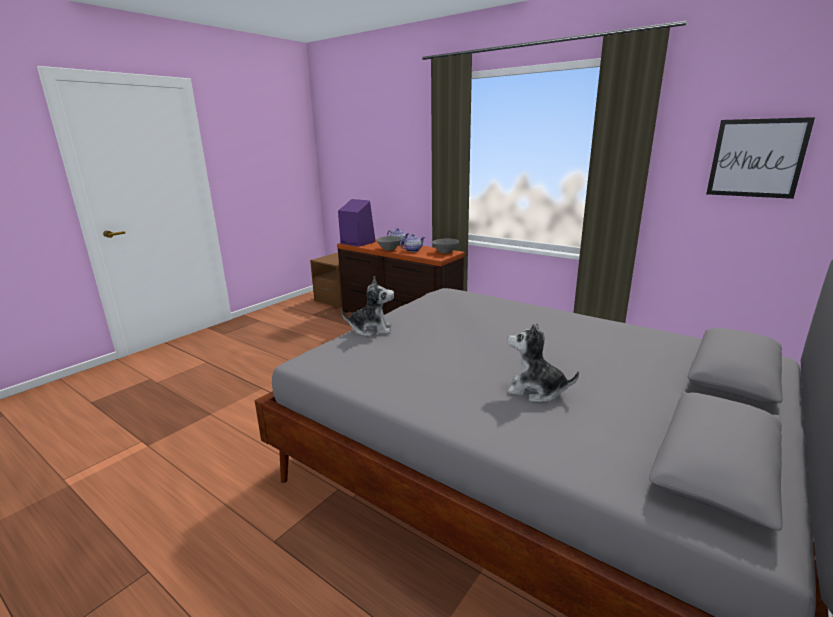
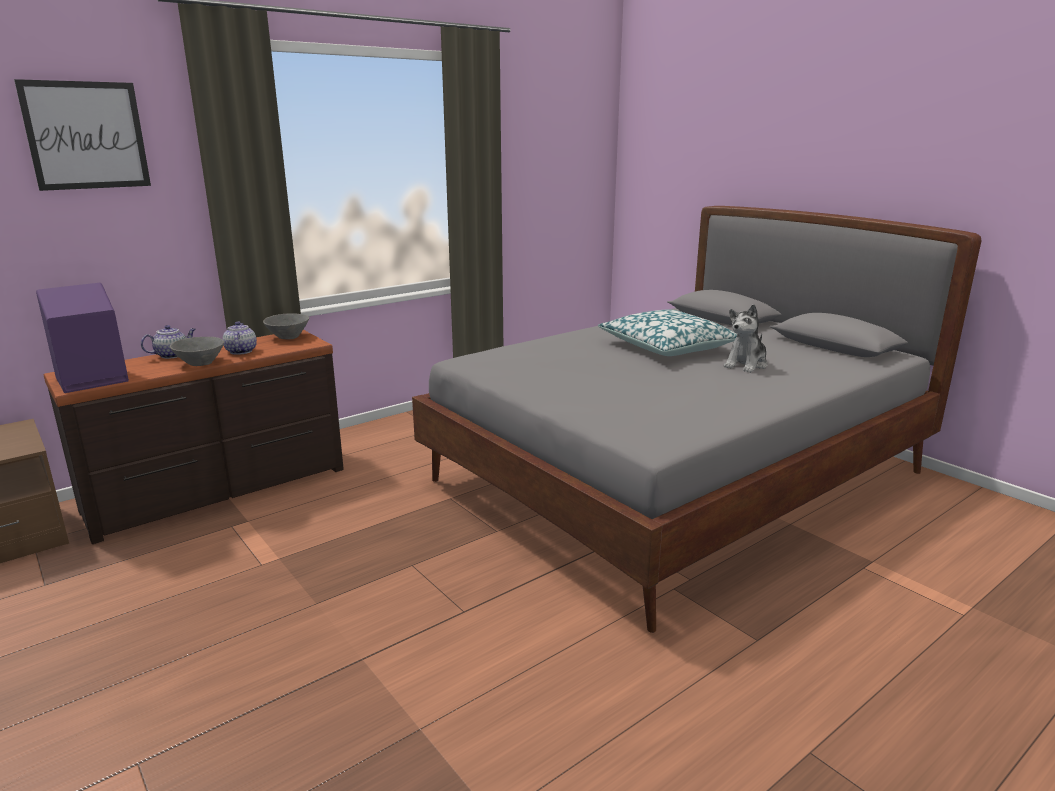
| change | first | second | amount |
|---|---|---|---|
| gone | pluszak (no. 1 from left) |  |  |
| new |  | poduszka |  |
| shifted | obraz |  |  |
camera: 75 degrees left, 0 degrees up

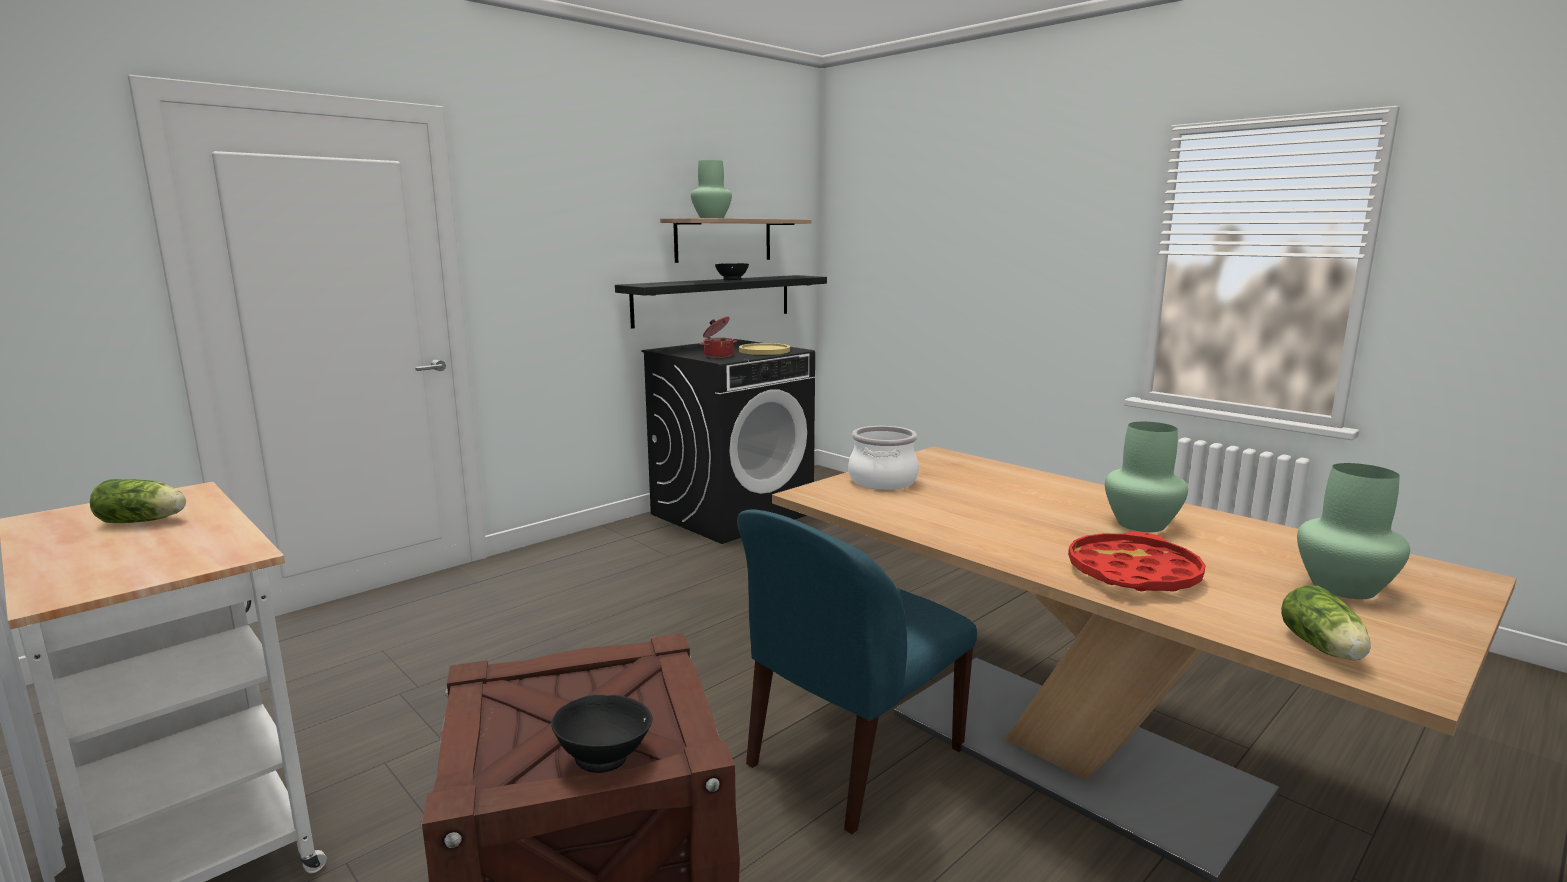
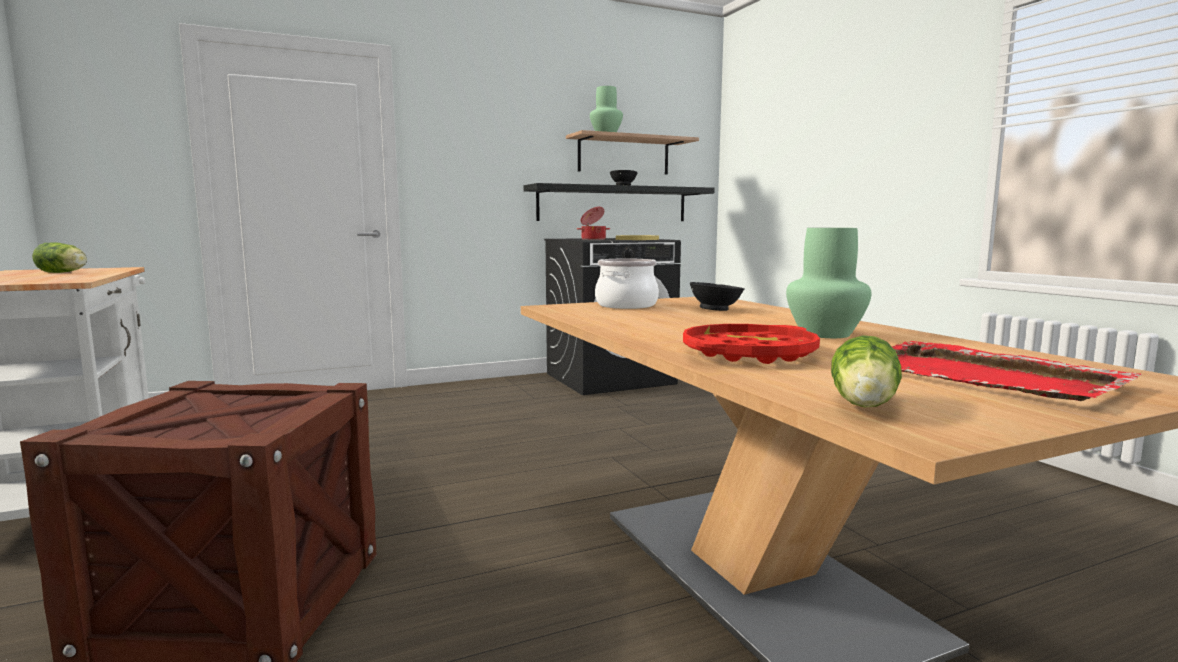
| change | first | second | amount |
|---|---|---|---|
| gone | krzesło (niebieski) |  |  |
| shifted | miska (czarny) (no. 1 from left in the first image) | miska (czarny) (no. 2 from left) |  |
| swapped | wazon (zielony) (no. 3 from left) | taca (czerwony) (no. 2 from left) |  |
camera: 20 degrees right, 5 degrees down

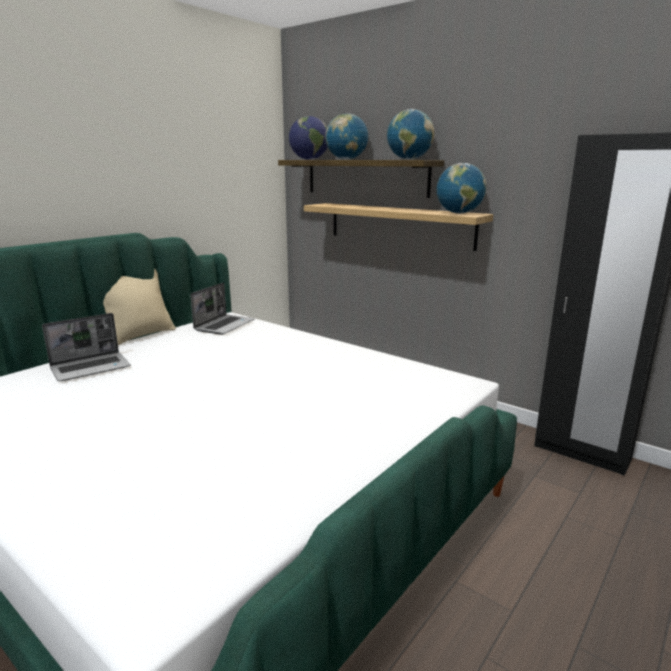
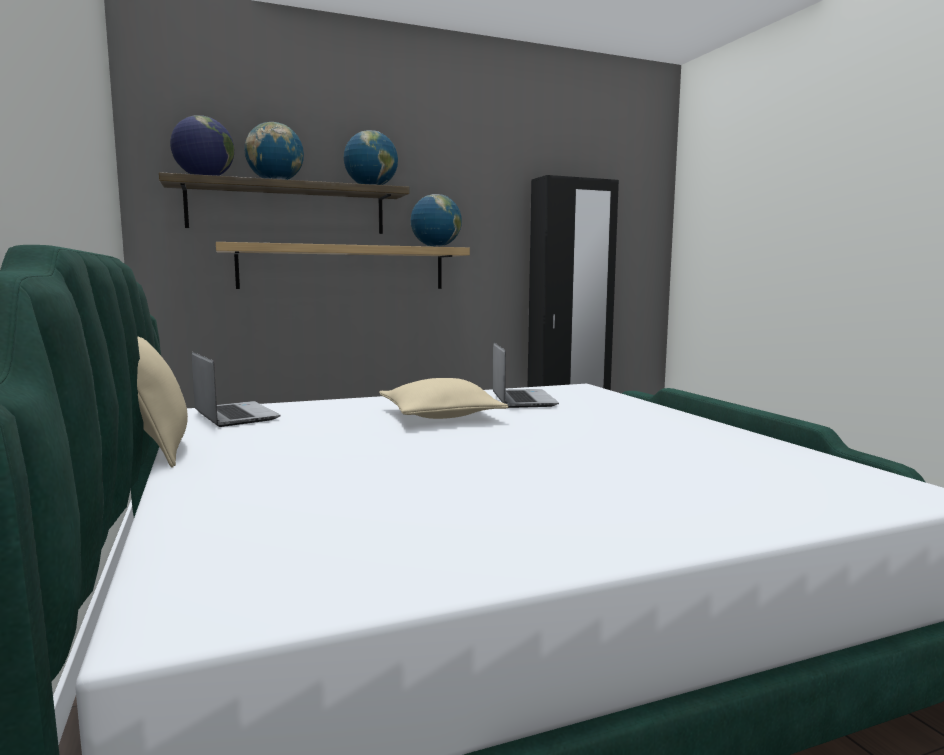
| change | first | second | amount |
|---|---|---|---|
| new |  | poduszka (beżowy) (no. 2 from left) |  |
| shifted | laptop (no. 1 from left in the first image) | laptop (no. 2 from left) |  |
camera: 60 degrees left, 10 degrees down

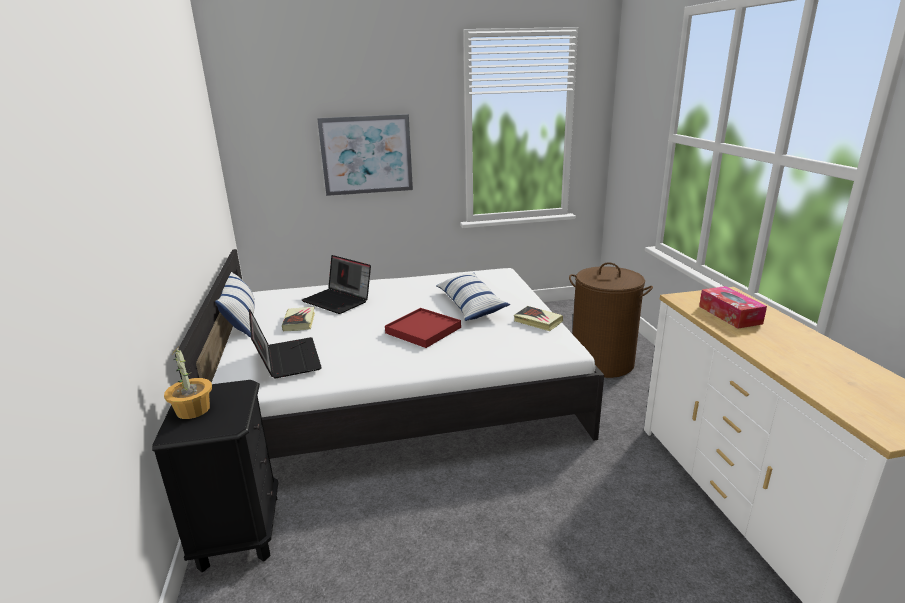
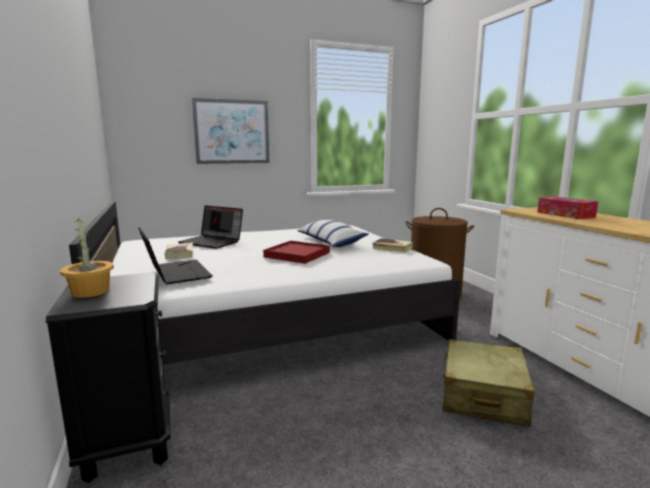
| change | first | second | amount |
|---|---|---|---|
| gone | poduszka (no. 1 from left) |  |  |
| new |  | walizka (beżowy) |  |
camera: 10 degrees left, 10 degrees down

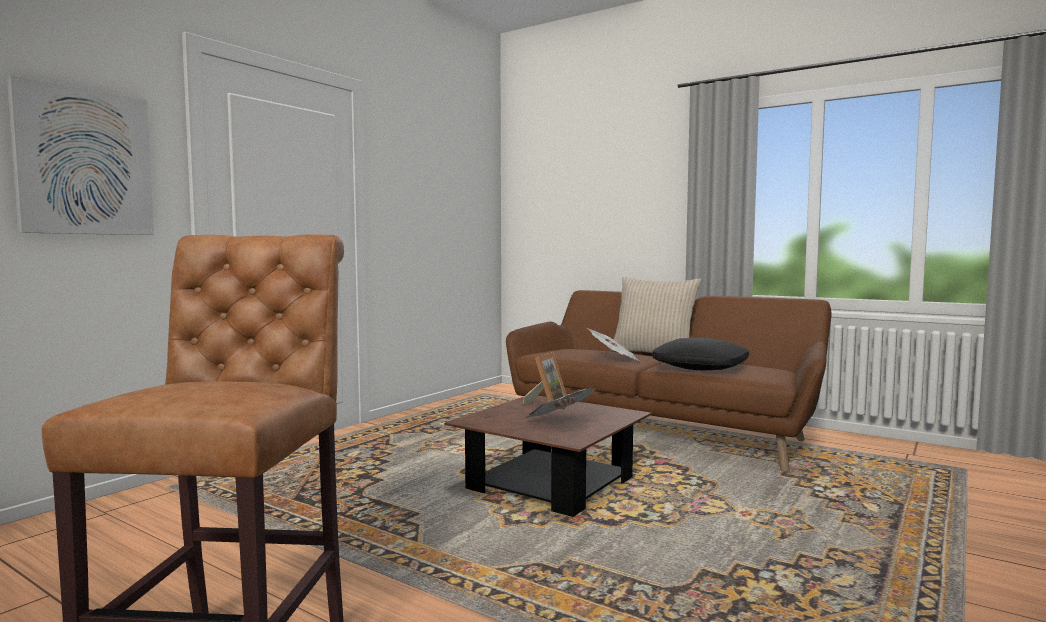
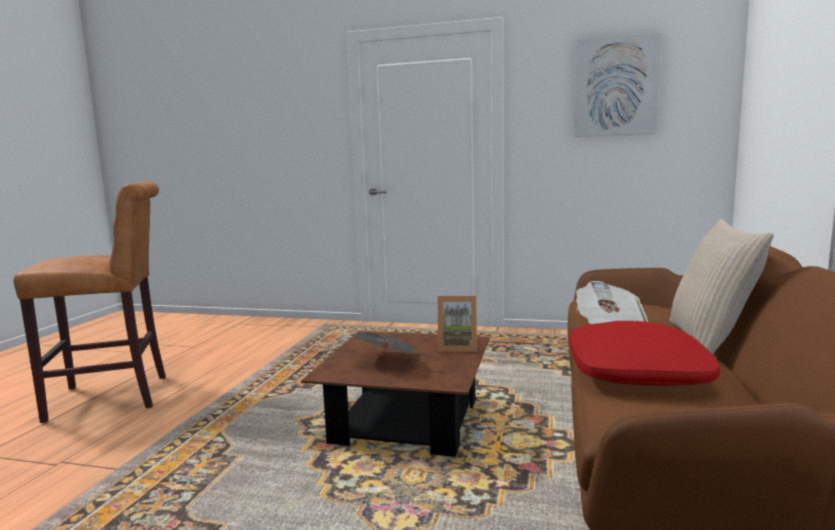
| change | first | second | amount |
|---|---|---|---|
| shifted | obraz |  |  |
| repainted | poduszka (czarny) | poduszka (czerwony) |  |
camera: 70 degrees right, 5 degrees up

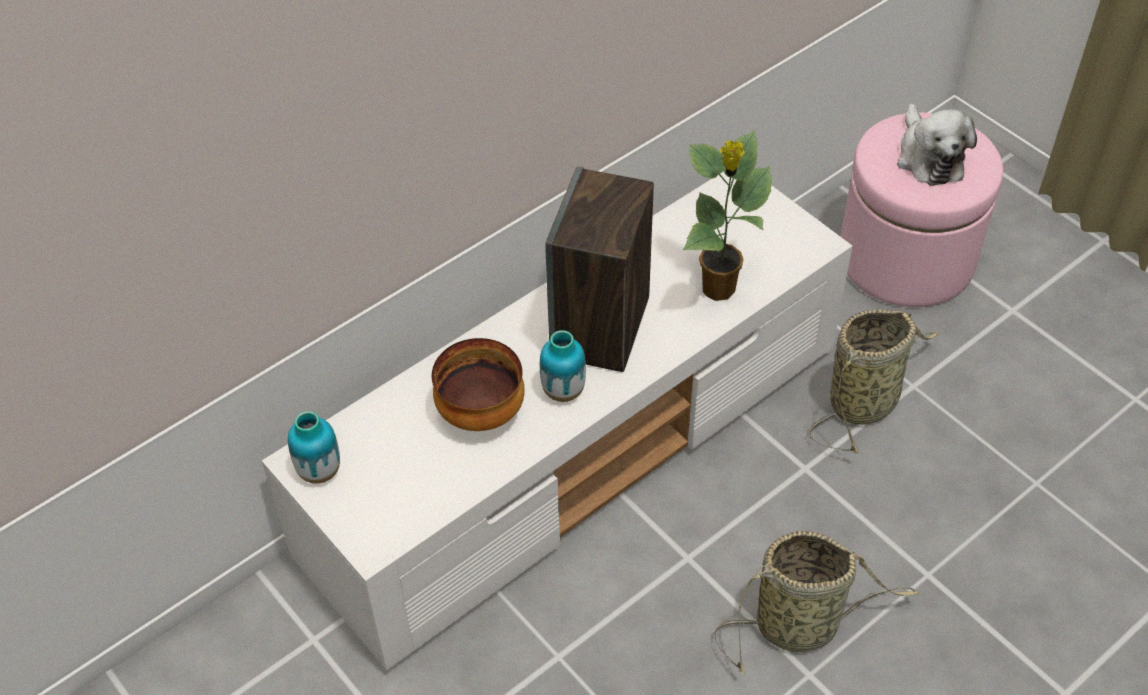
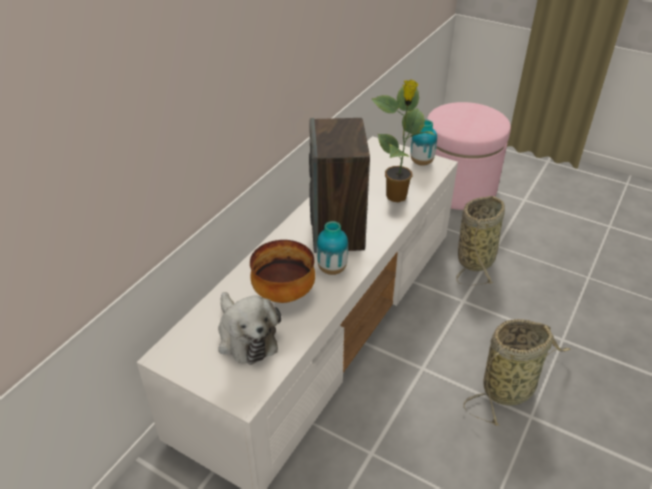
| change | first | second | amount |
|---|---|---|---|
| shifted | wazon (no. 1 from left in the first image) | wazon (no. 2 from left) |  |
| shifted | pluszak |  |  |
camera: 20 degrees left, 10 degrees down

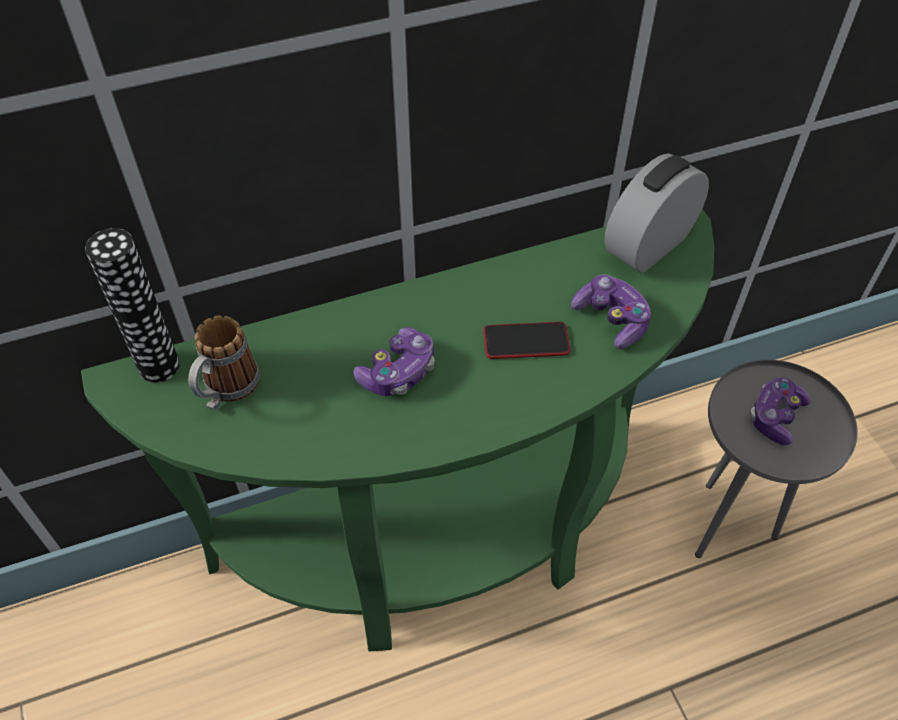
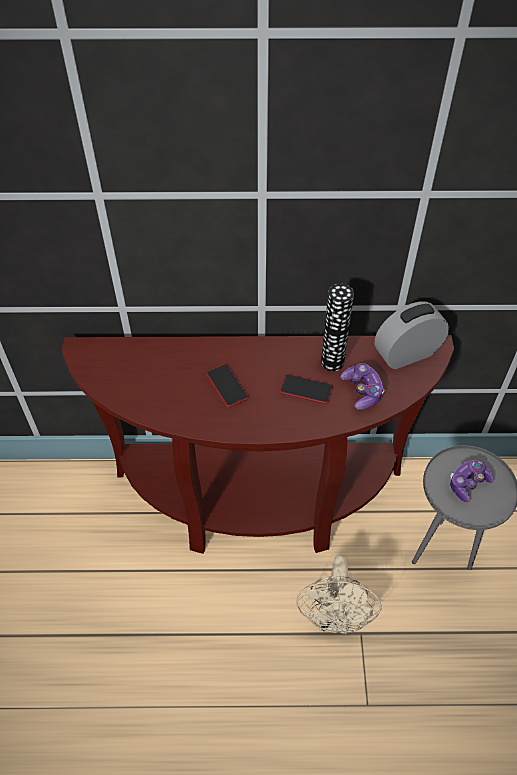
| change | first | second | amount |
|---|---|---|---|
| gone | kubek |  |  |
| new |  | wentylator (beżowy) |  |
| shifted | wazon |  |  |
| swapped | pad do gier (no. 1 from left) | telefon (no. 1 from left) |  |
| repainted | stolik konsolowy (zielony) | stolik konsolowy (brązowy) |  |
camera: 20 degrees right, 0 degrees up

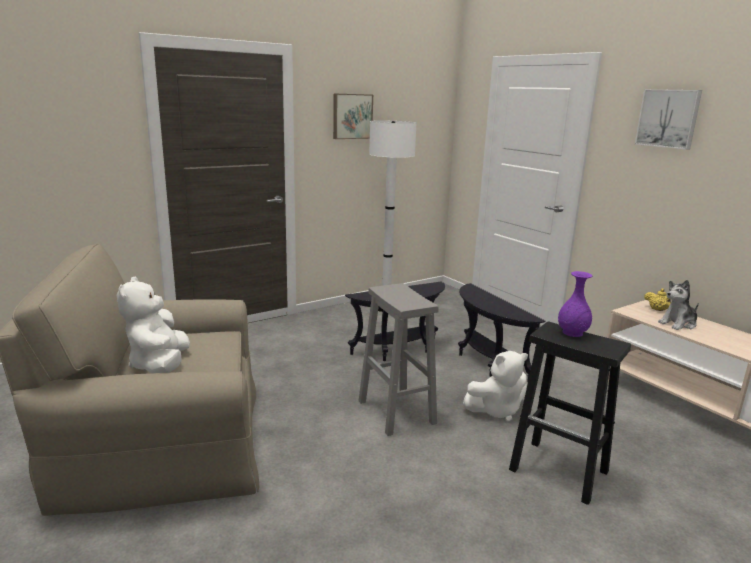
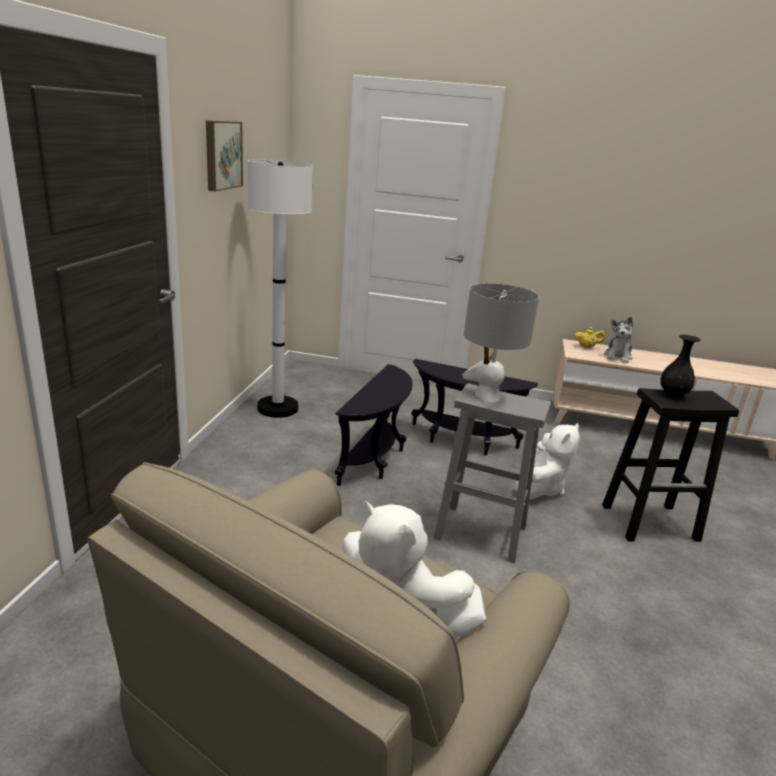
| change | first | second | amount |
|---|---|---|---|
| gone | obraz (no. 2 from left) |  |  |
| new |  | lampa stołowa (szary) |  |
| repainted | wazon (fioletowy) | wazon (czarny) |  |
camera: 45 degrees left, 5 degrees up

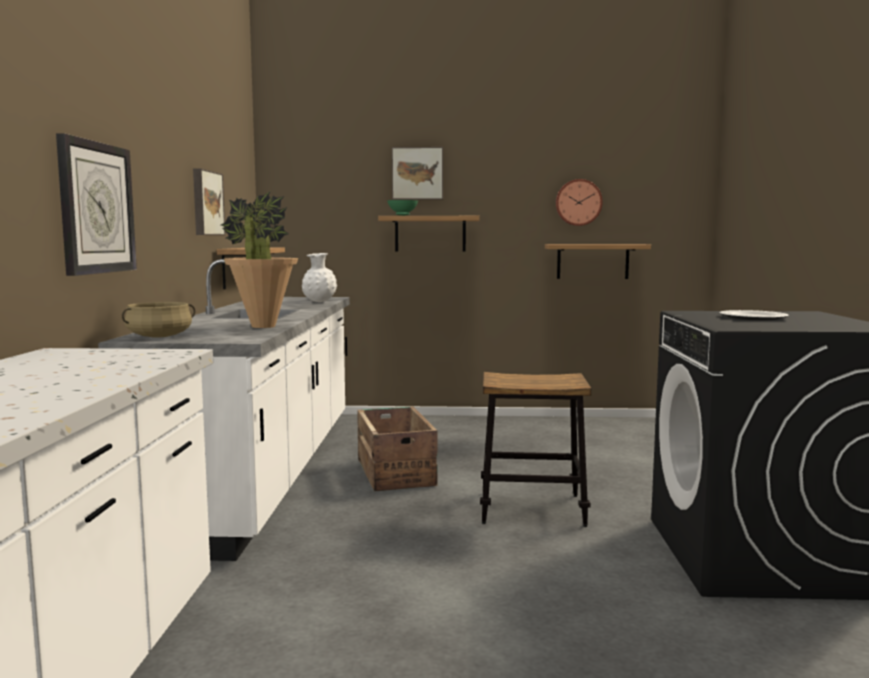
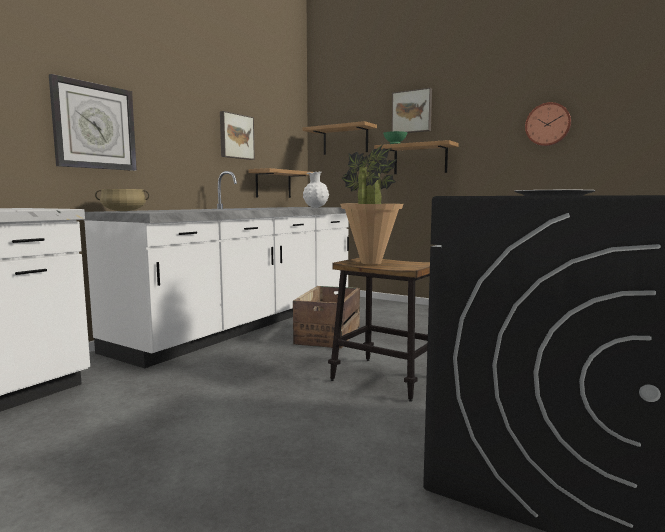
| change | first | second | amount |
|---|---|---|---|
| shifted | roślina doniczkowa |  |  |
| shifted | półka (no. 3 from left in the first image) | półka (no. 2 from left) |  |
camera: 30 degrees right, 0 degrees up

